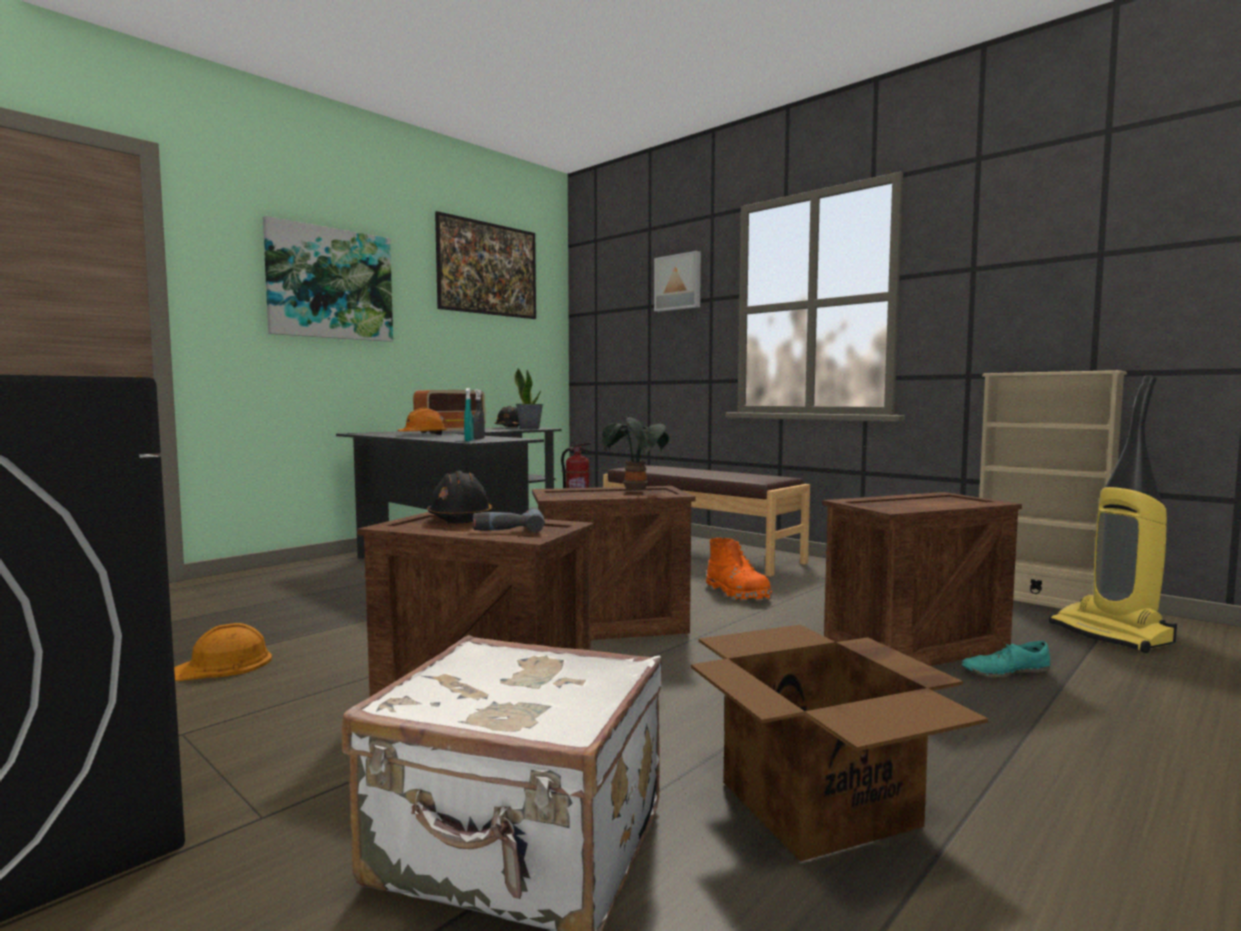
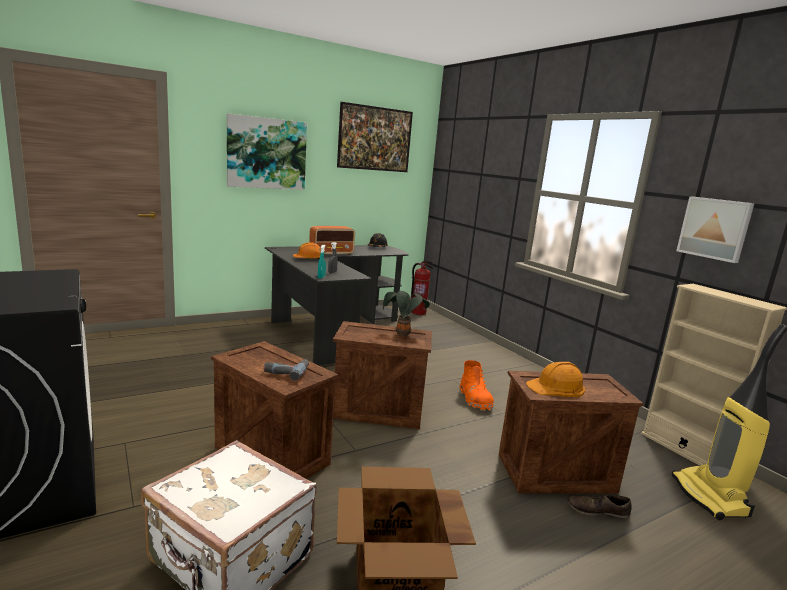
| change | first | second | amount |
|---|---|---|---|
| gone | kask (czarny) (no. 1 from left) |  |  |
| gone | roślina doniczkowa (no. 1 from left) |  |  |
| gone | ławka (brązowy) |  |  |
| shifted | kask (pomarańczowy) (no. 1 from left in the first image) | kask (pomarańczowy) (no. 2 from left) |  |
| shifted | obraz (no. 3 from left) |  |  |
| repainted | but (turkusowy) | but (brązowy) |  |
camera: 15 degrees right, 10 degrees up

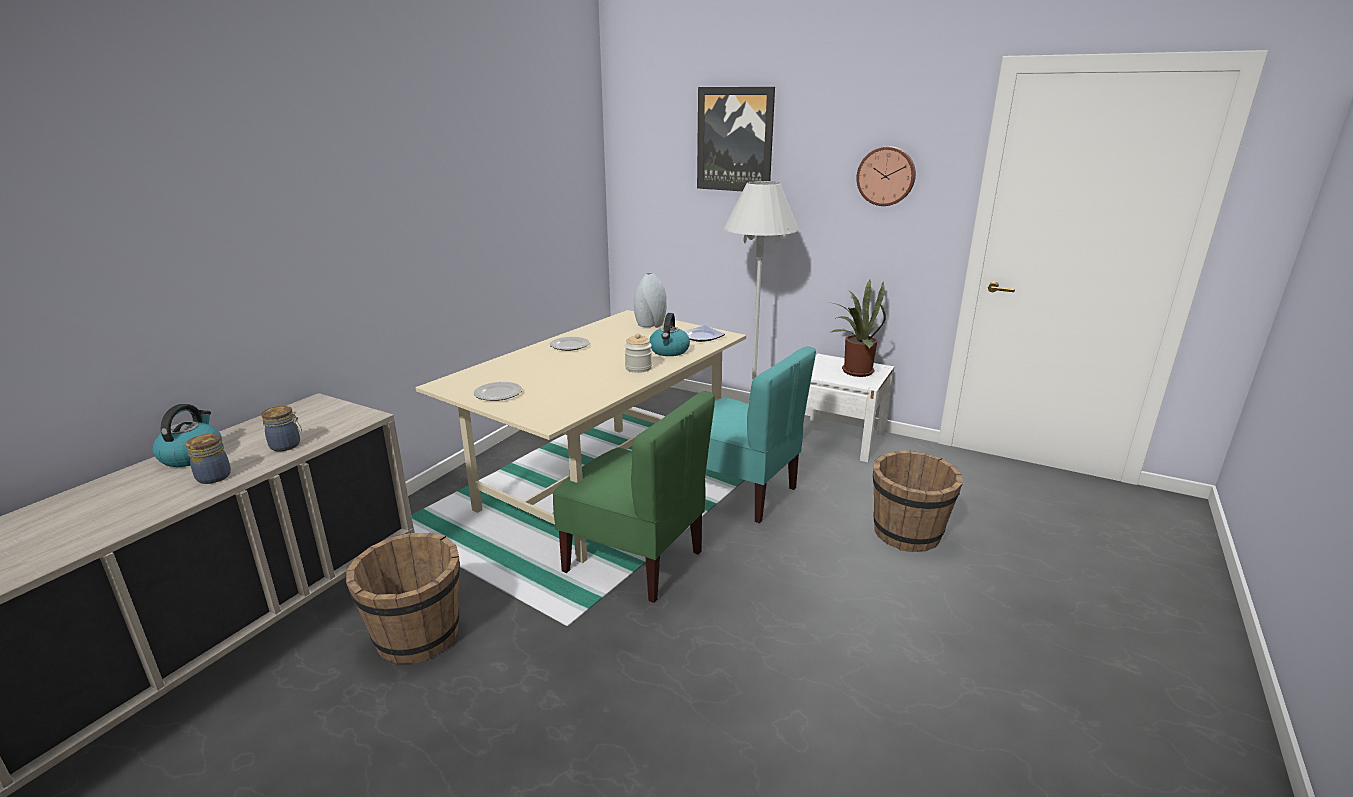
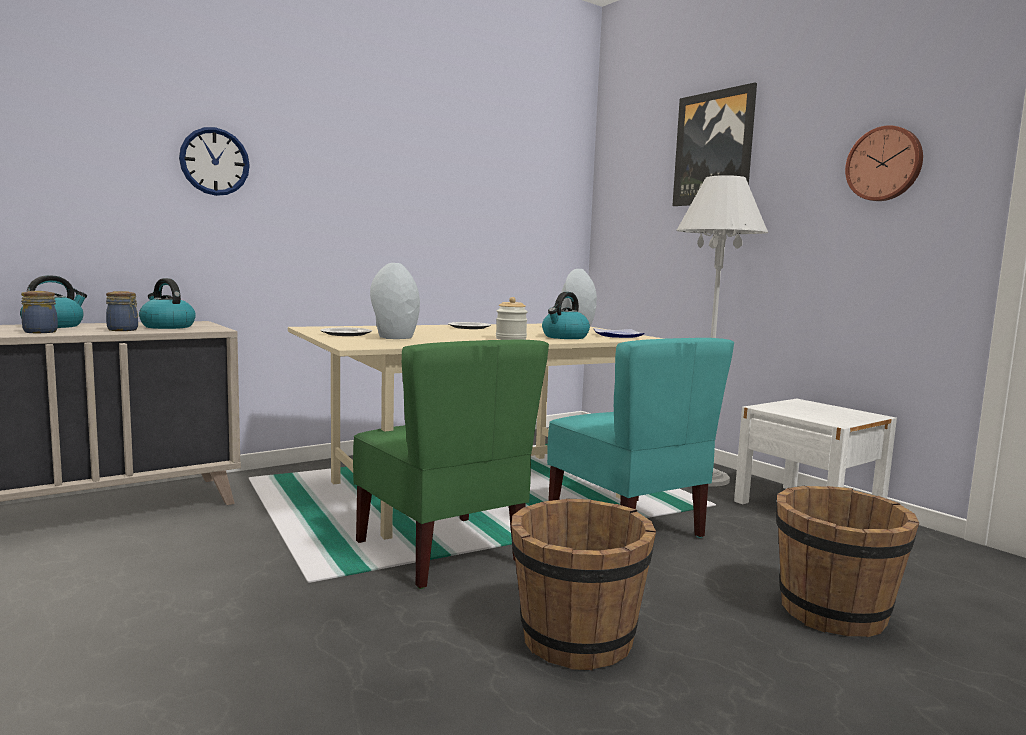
| change | first | second | amount |
|---|---|---|---|
| gone | roślina doniczkowa |  |  |
| new |  | czajnik (no. 2 from left) |  |
| new |  | zegar ścienny (no. 1 from left) |  |
| new |  | wazon (szary) (no. 1 from left) |  |
| shifted | wiadro (brązowy) (no. 1 from left) |  |  |
camera: 25 degrees right, 15 degrees down

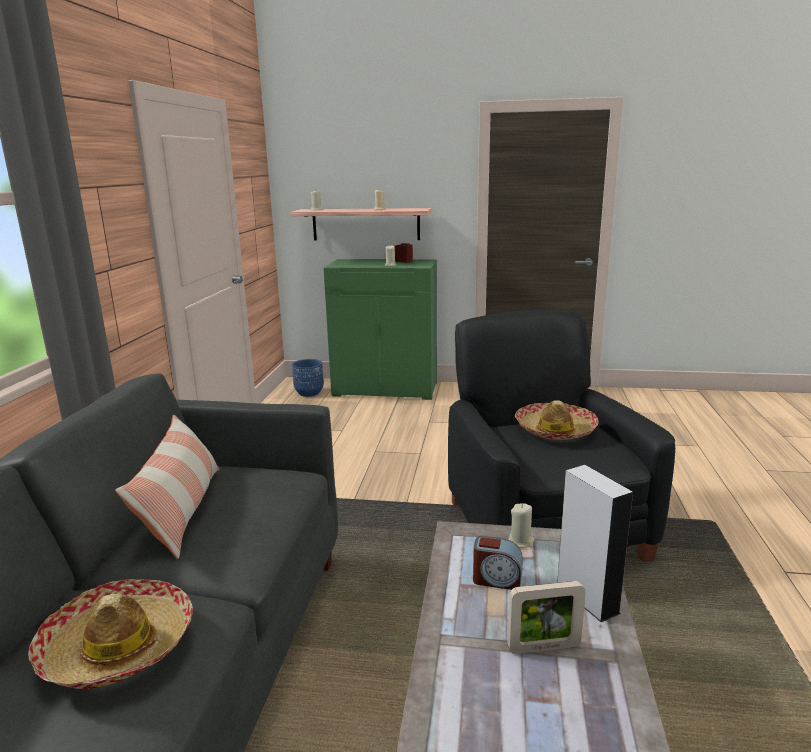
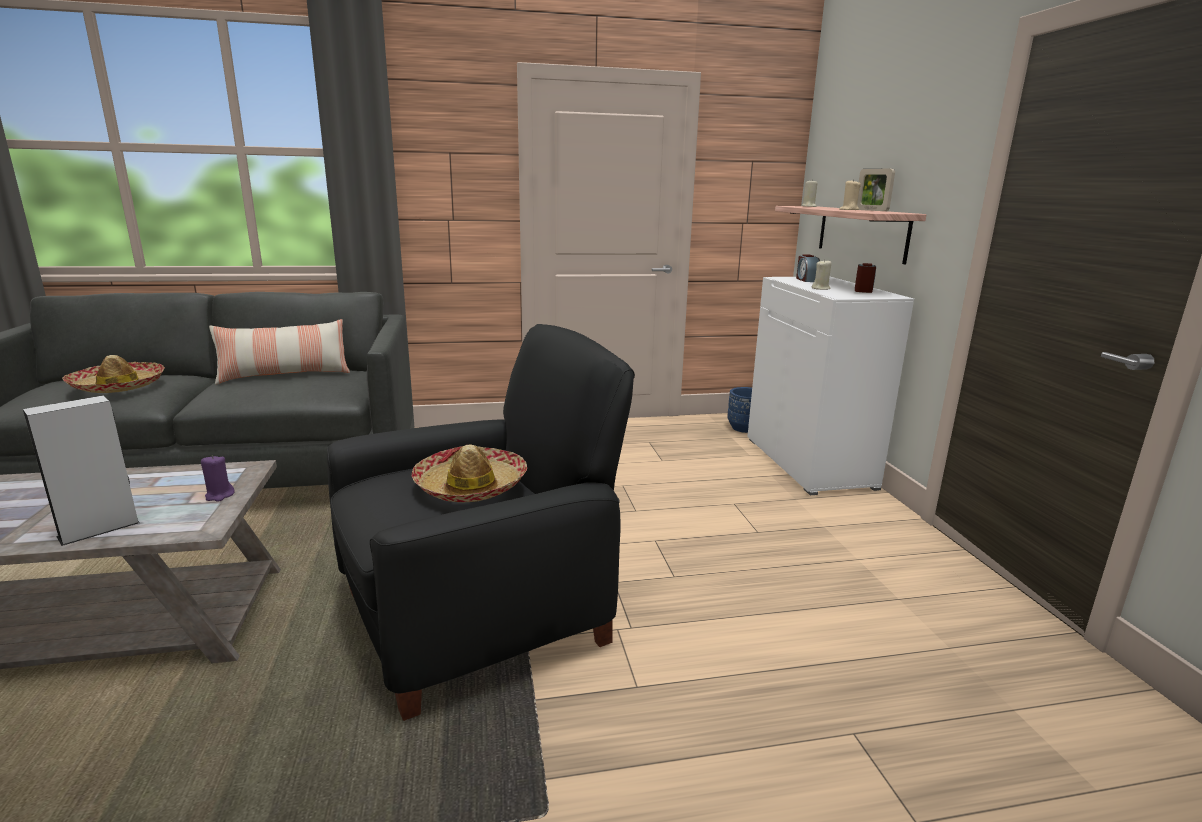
| change | first | second | amount |
|---|---|---|---|
| shifted | budzik (no. 2 from left in the first image) | budzik (no. 1 from left) |  |
| shifted | ramka na zdjęcie |  |  |
| repainted | szafka (zielony) | szafka (biały) |  |
| repainted | świeca (beżowy) (no. 4 from left) | świeca (fioletowy) |  |
camera: 70 degrees right, 0 degrees up

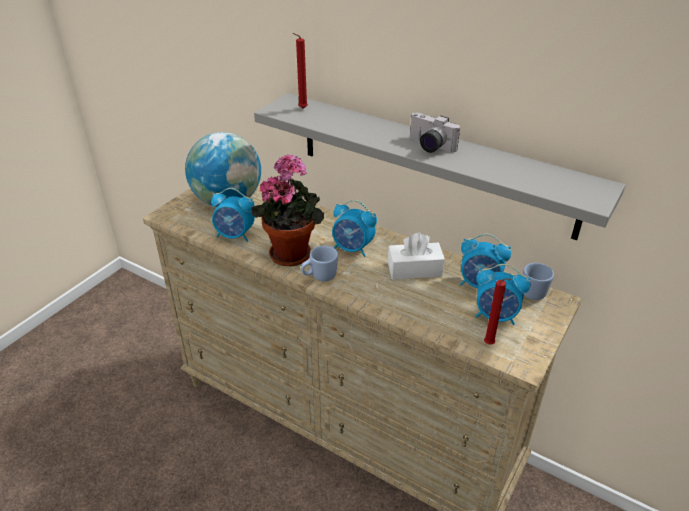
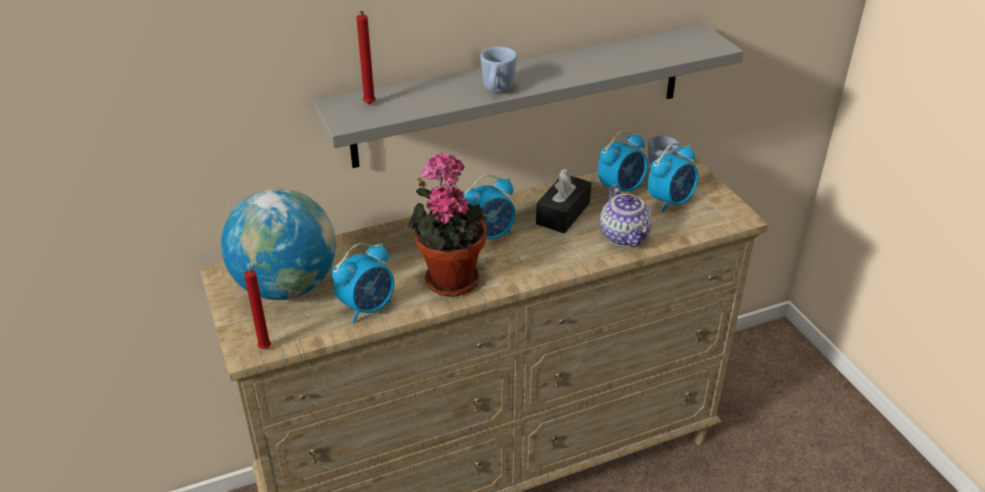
| change | first | second | amount |
|---|---|---|---|
| gone | aparat fotograficzny |  |  |
| new |  | imbryk |  |
| shifted | kubek (niebieski) (no. 1 from left) |  |  |
| shifted | świeca (czerwony) (no. 2 from left in the first image) | świeca (czerwony) (no. 1 from left) |  |
| repainted | pudełko chusteczek (biały) | pudełko chusteczek (czarny) |  |
camera: 55 degrees left, 0 degrees up

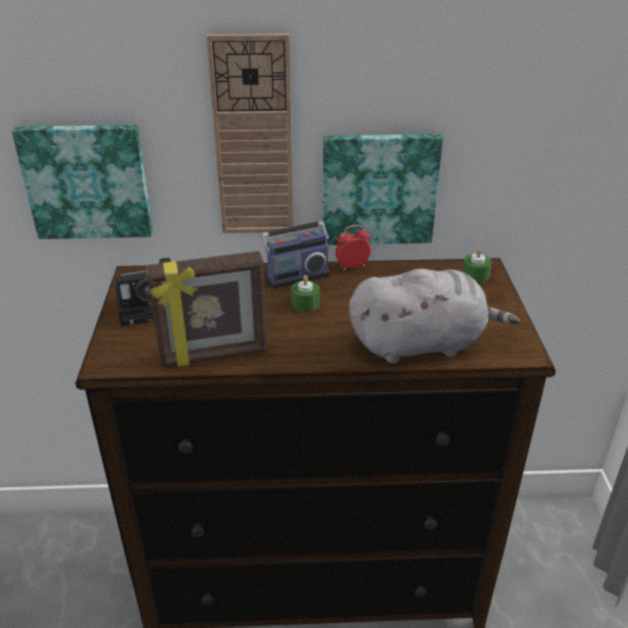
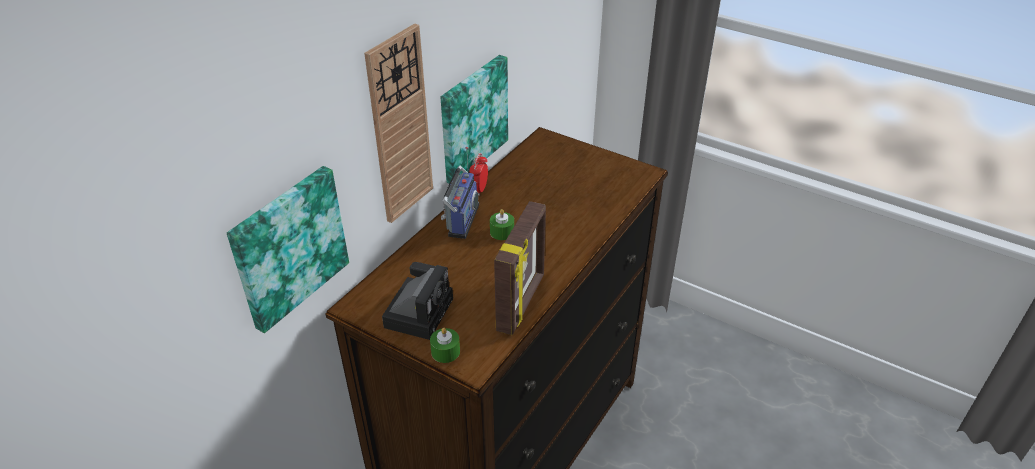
| change | first | second | amount |
|---|---|---|---|
| gone | pluszak (szary) |  |  |
| shifted | świeca (zielony) (no. 2 from left in the first image) | świeca (zielony) (no. 1 from left) |  |
camera: 55 degrees left, 5 degrees up

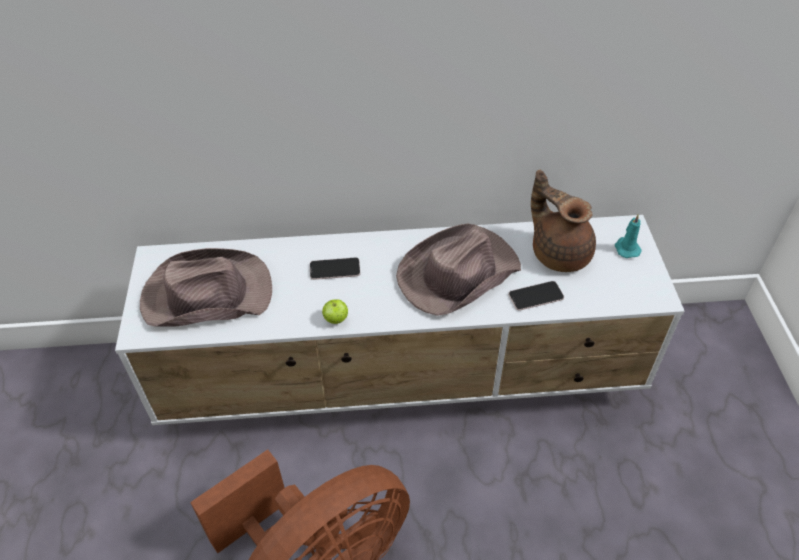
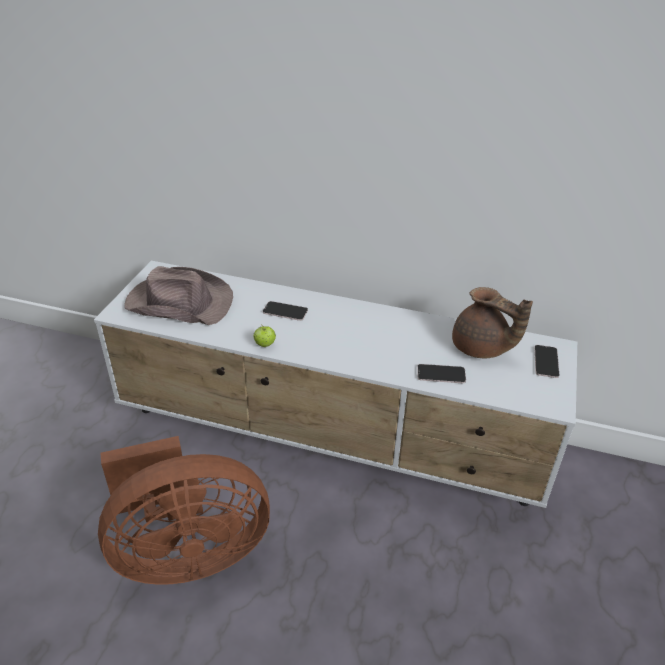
| change | first | second | amount |
|---|---|---|---|
| gone | kapelusz (brązowy) (no. 2 from left) |  |  |
| swapped | świeca (turkusowy) | telefon (no. 3 from left) |  |
| rotated | imbryk (brązowy) |  | 150 degrees clockwise |
camera: 20 degrees right, 10 degrees down

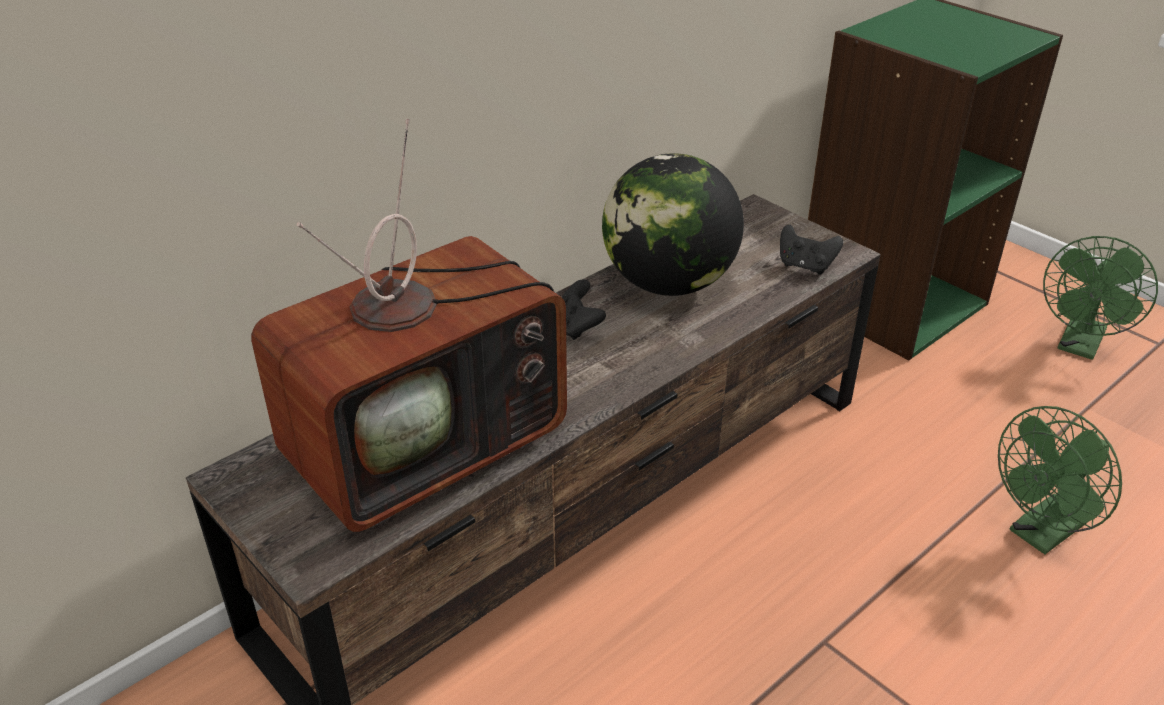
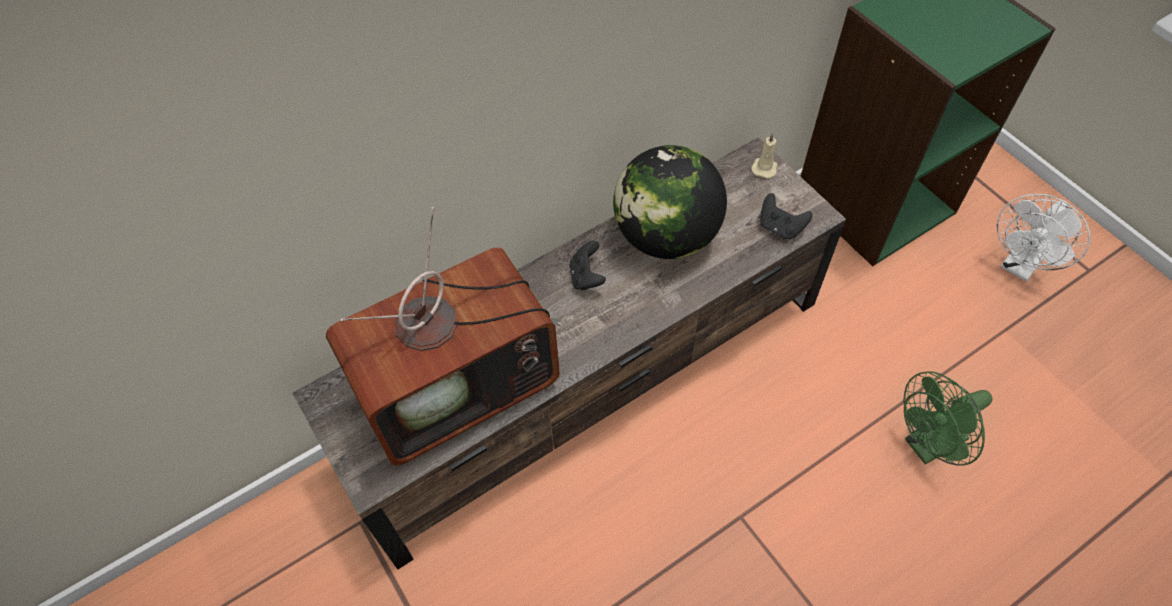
| change | first | second | amount |
|---|---|---|---|
| new |  | świeca (beżowy) |  |
| repainted | wentylator (zielony) (no. 2 from left) | wentylator (biały) |  |
camera: 10 degrees right, 20 degrees up

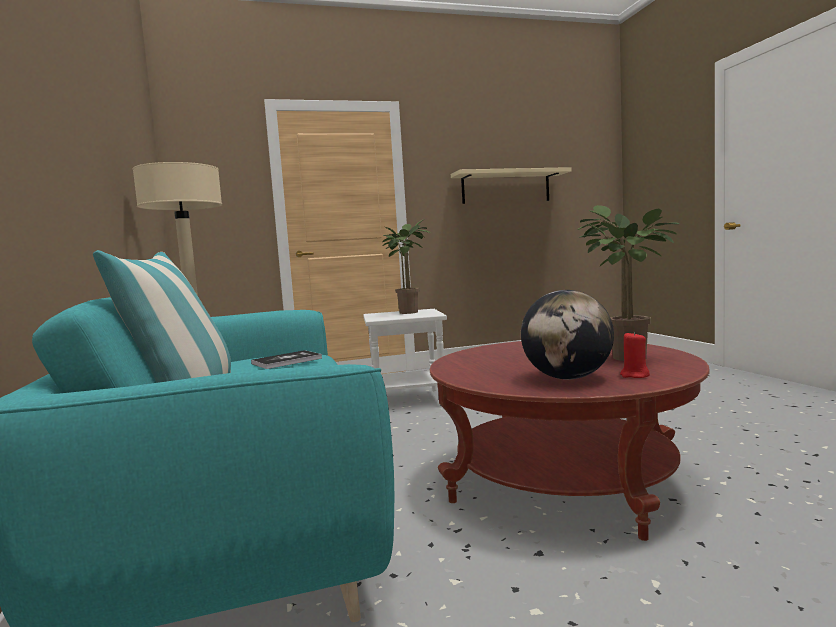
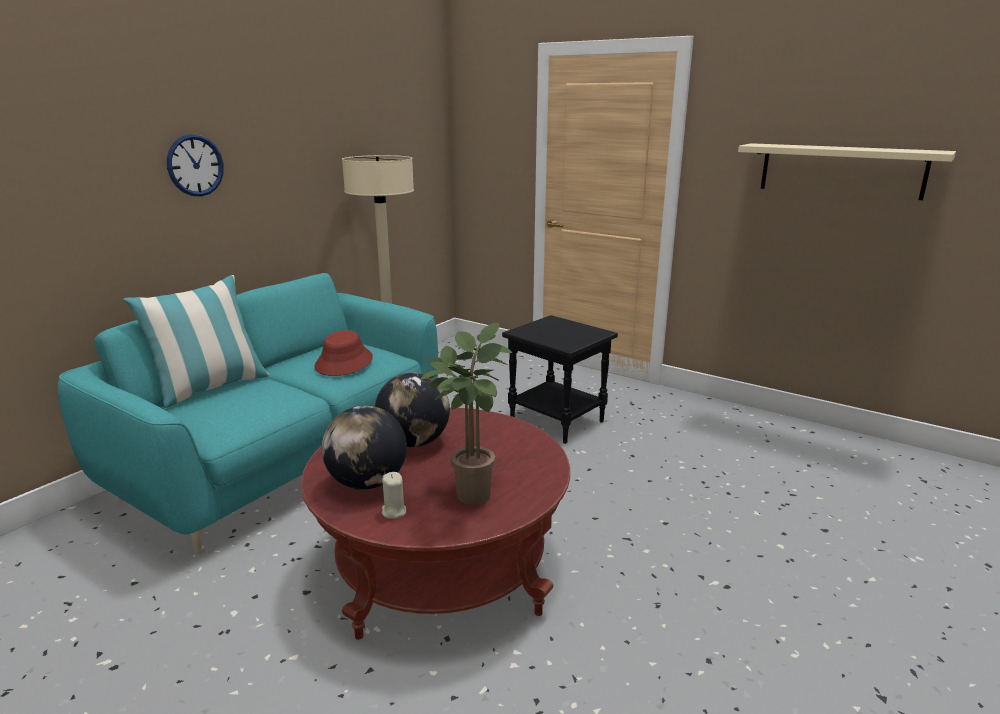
| change | first | second | amount |
|---|---|---|---|
| gone | roślina doniczkowa (no. 1 from left) |  |  |
| new |  | zegar ścienny |  |
| new |  | globus (no. 2 from left) |  |
| swapped | książka | kapelusz (czerwony) |  |
| repainted | stolik (biały) | stolik (czarny) |  |
| repainted | świeca (czerwony) | świeca (beżowy) |  |
camera: 50 degrees right, 15 degrees up

